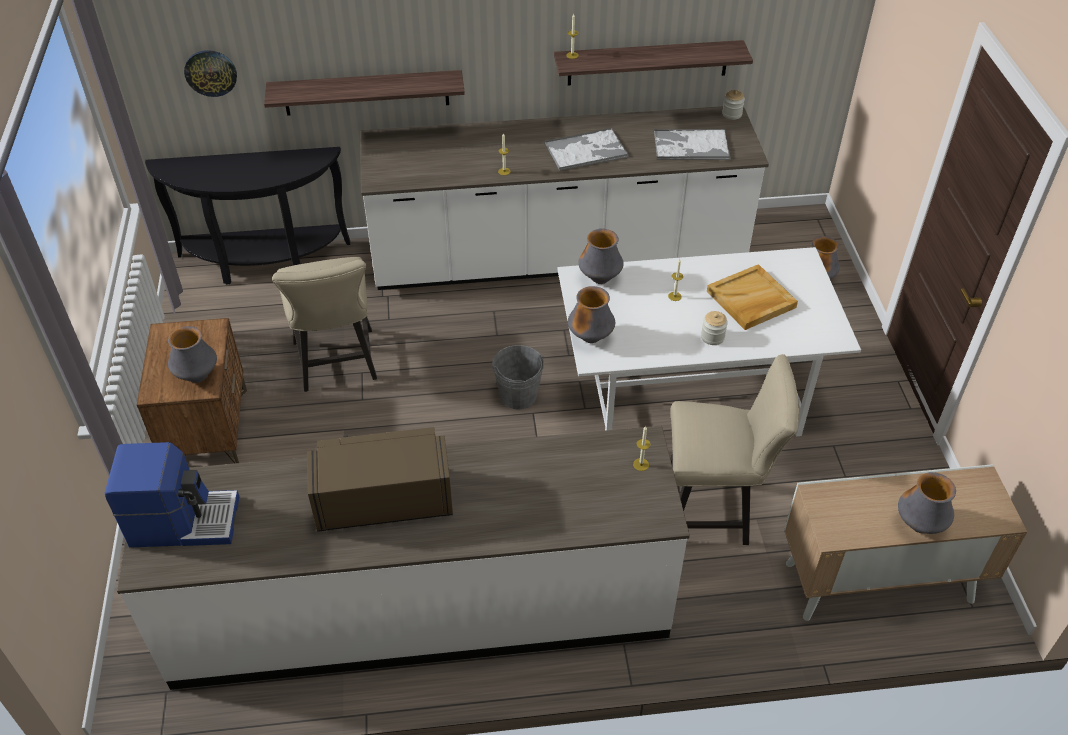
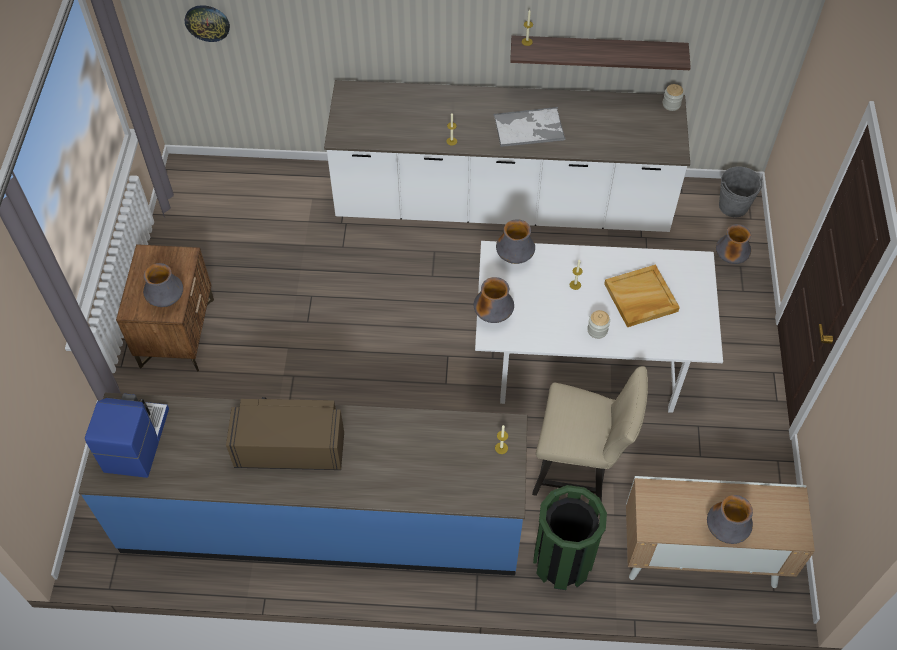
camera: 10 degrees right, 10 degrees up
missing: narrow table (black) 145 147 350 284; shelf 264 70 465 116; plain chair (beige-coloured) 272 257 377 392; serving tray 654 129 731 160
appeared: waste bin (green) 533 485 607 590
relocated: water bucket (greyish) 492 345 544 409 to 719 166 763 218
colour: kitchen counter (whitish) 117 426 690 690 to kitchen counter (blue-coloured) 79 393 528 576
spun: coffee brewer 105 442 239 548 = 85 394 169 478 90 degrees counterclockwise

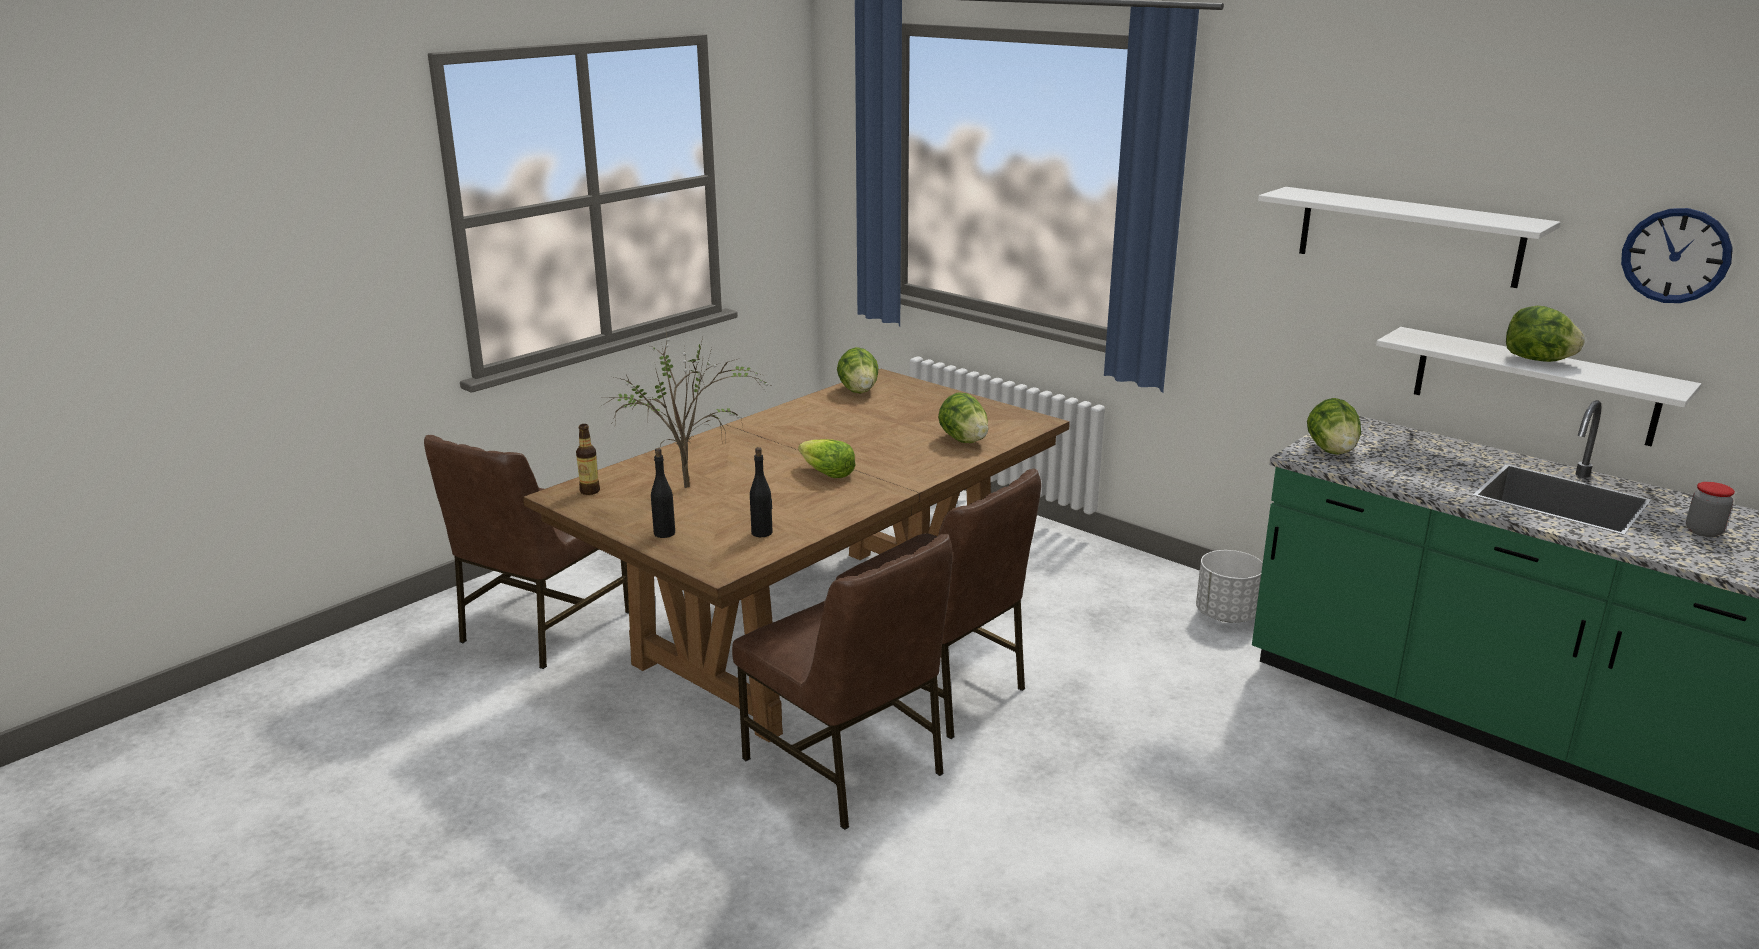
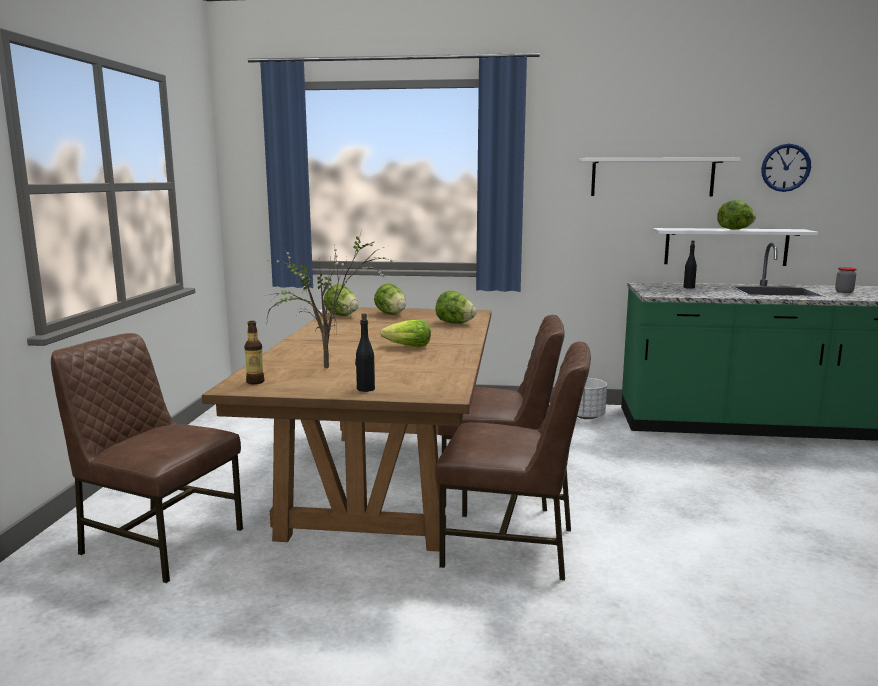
camera: 35 degrees left, 10 degrees down
relocated: head of lettuce 1307 398 1361 455 to 374 283 406 315; beverage bottle (black) 750 447 772 537 to 683 240 697 289
spun: plain chair (brown) 424 435 629 669 = 51 333 243 583 120 degrees clockwise

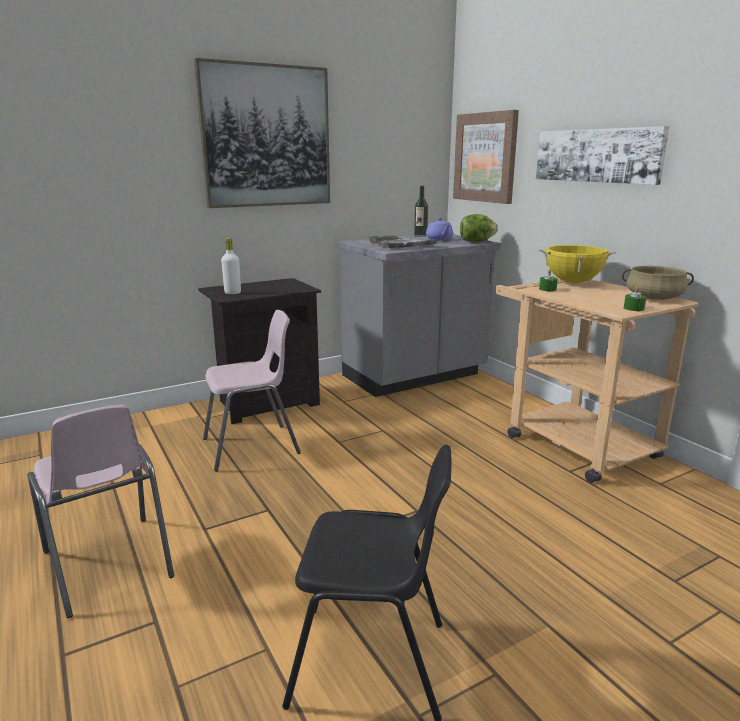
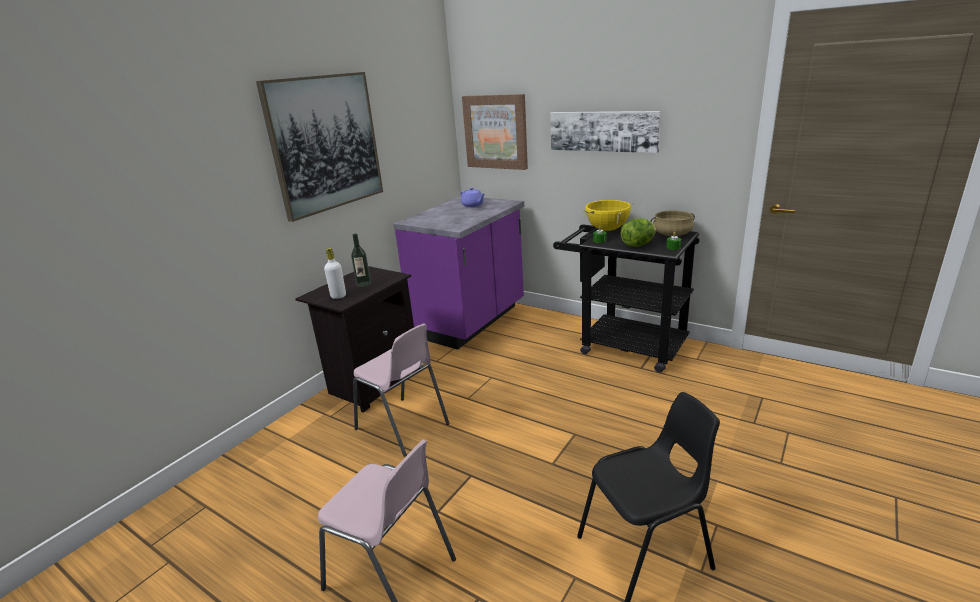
camera: 25 degrees left, 5 degrees up
missing: serving tray (greyish) 368 235 440 248
relocated: beverage bottle 414 186 428 237 to 351 233 371 287; head of lettuce 460 214 498 242 to 621 218 656 247
colour: kitchen counter (greyish) 338 234 501 397 to kitchen counter (purplish) 393 197 524 349; trolley (beige-coloured) 495 277 698 483 to trolley (black) 553 224 700 373
spun: plain chair (pinkish) 203 310 301 472 = 353 324 450 457 90 degrees clockwise

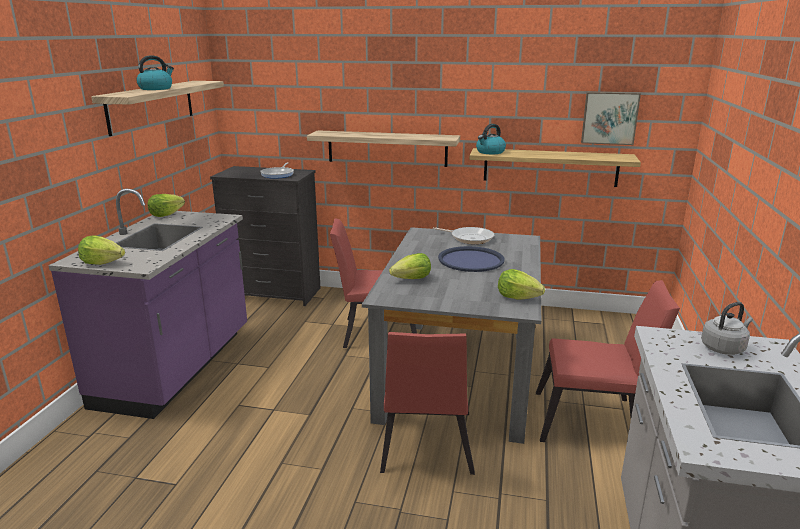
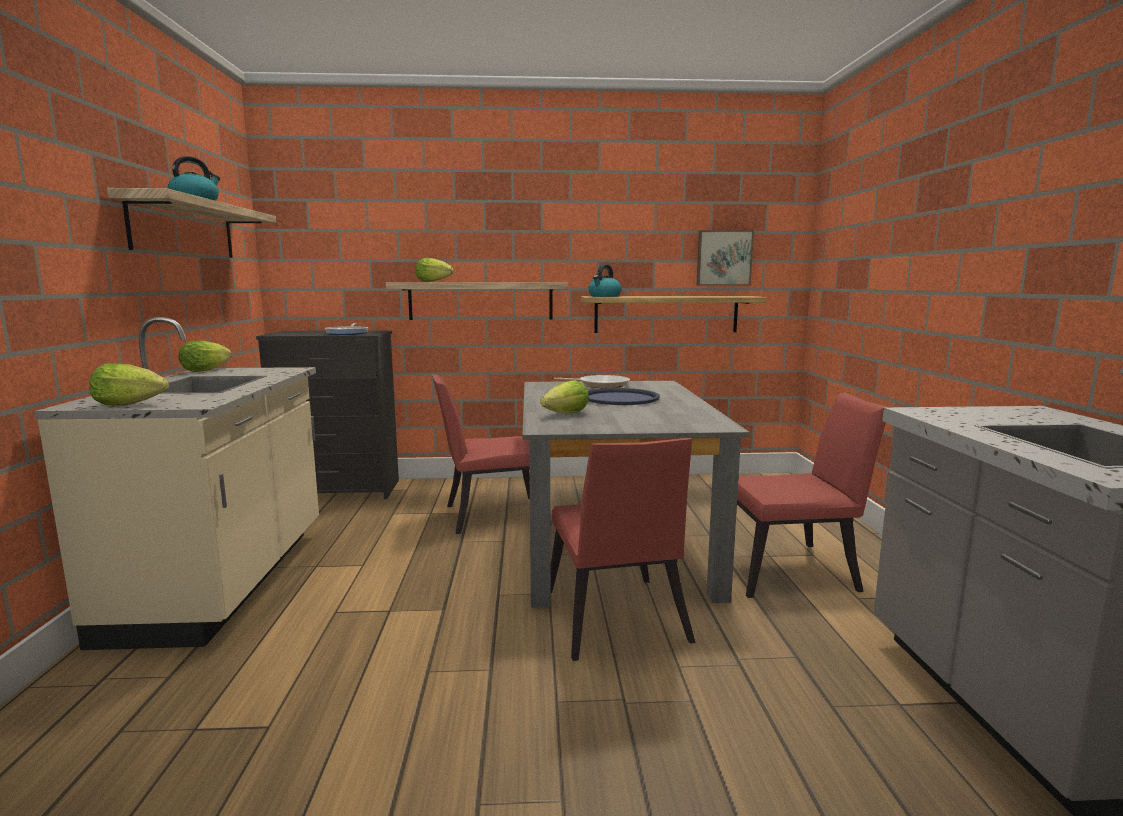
camera: 15 degrees left, 10 degrees down
missing: tea kettle (greyish) 701 302 753 355
relocated: head of lettuce 498 269 545 300 to 416 258 454 282
colour: kitchen counter (purplish) 48 189 247 419 to kitchen counter (beige-coloured) 34 317 319 650

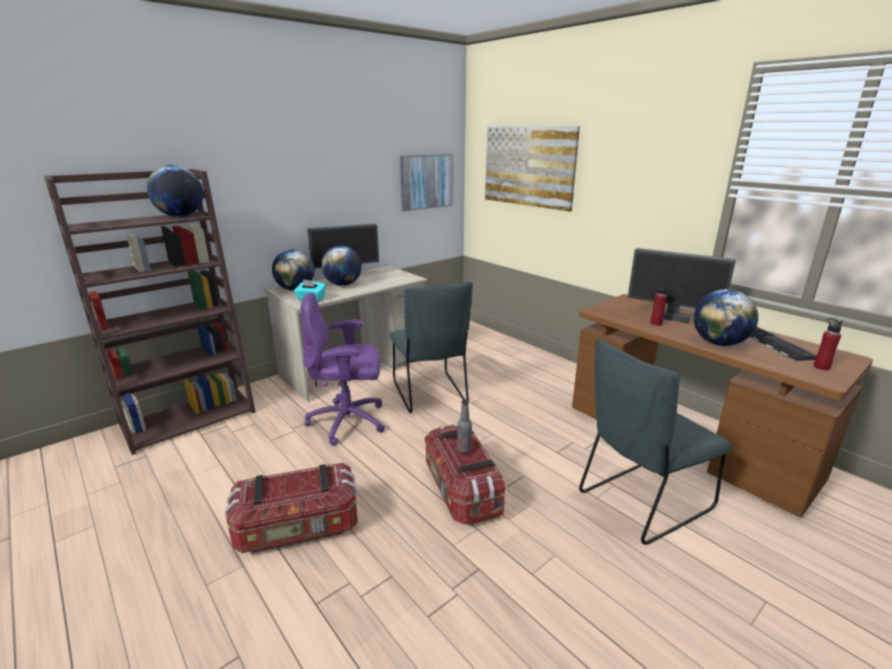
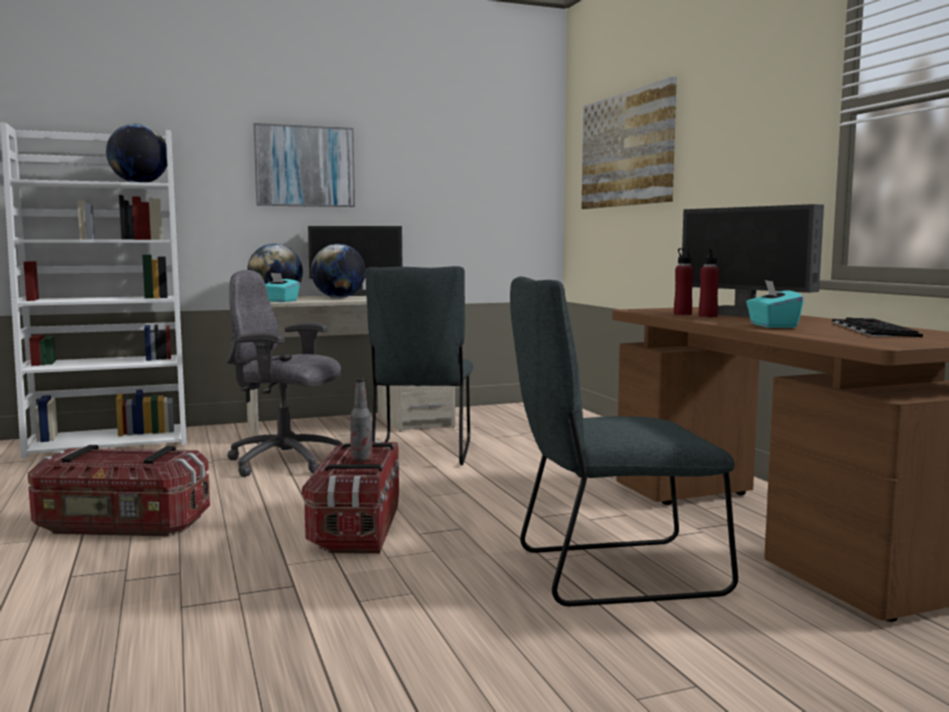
camera: 20 degrees right, 15 degrees down
relocated: wall art 400 154 453 211 to 254 123 355 207; beverage bottle (reddish) 813 318 843 370 to 674 248 694 315
exchanged: world globe 694 289 758 346 to tissue box (turquoise-coloured) 746 280 804 328
colour: bookcase (brown) 44 169 256 455 to bookcase (whitish) 0 123 187 458; office chair (purplish) 301 292 385 446 to office chair (greyish) 227 270 342 477

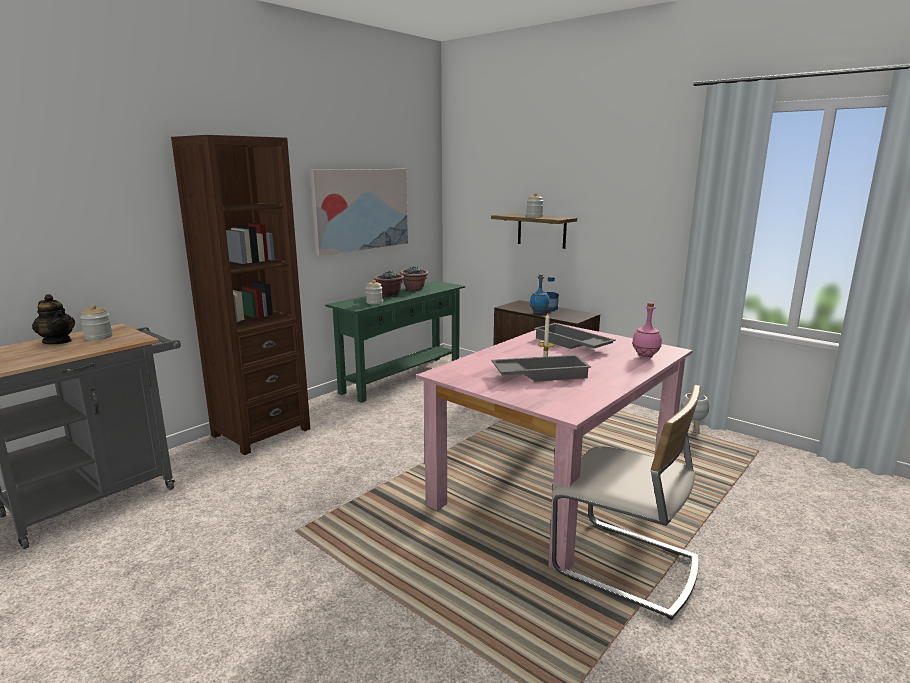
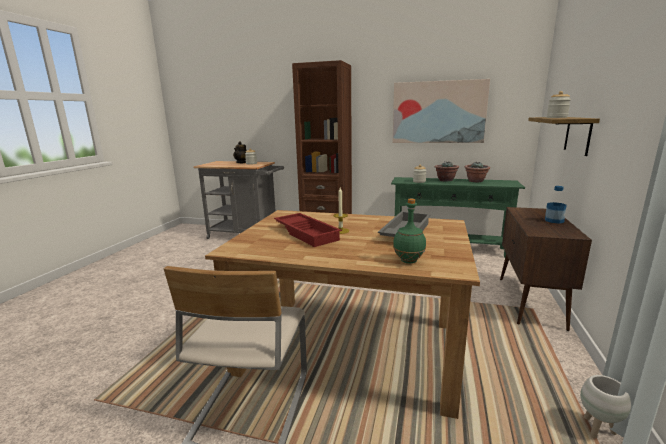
camera: 65 degrees right, 0 degrees up
missing: beverage bottle (blue-coloured) 530 274 550 314
colour: dining table (pinkish) 416 323 693 571 to dining table (brown) 205 210 480 419; serving tray (greyish) 491 355 591 382 to serving tray (reddish) 274 213 342 247; beverage bottle (pinkish) 632 302 662 359 to beverage bottle (green) 393 199 426 263

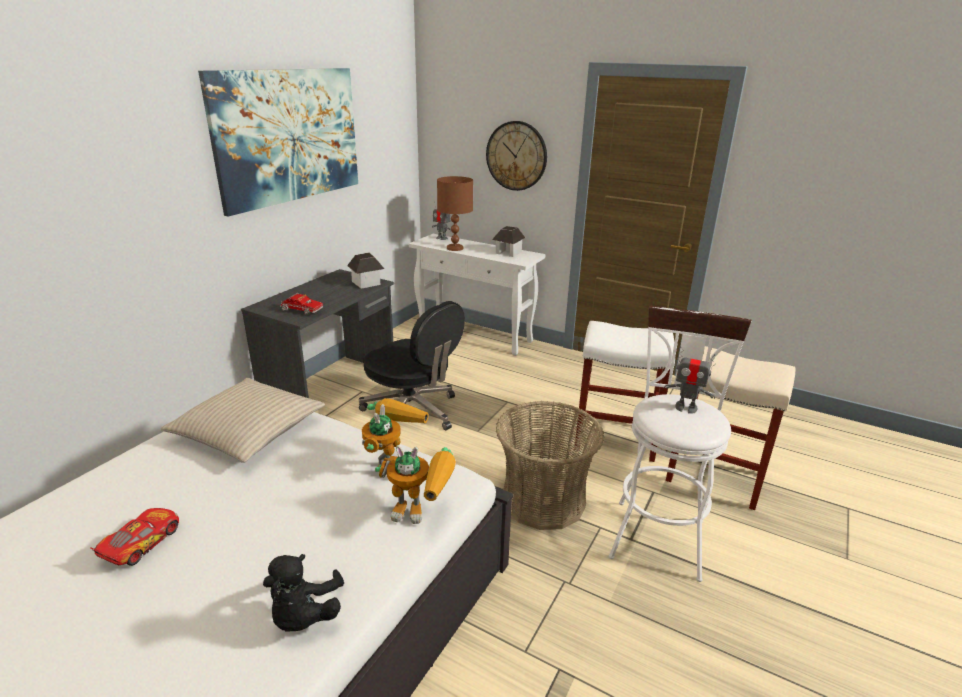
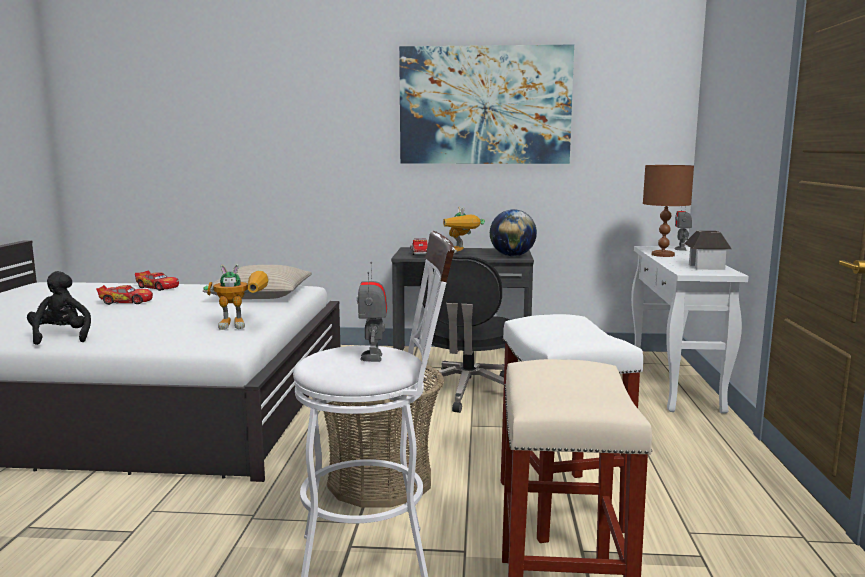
camera: 65 degrees right, 15 degrees down
missing: clock on the wall 486 121 547 191
appeared: miniature car 135 271 179 291
relocated: robot figure 375 445 456 524 to 443 207 485 254
exchanged: toy house 347 252 384 288 to world globe 490 209 537 256
spun: cuddly toy (black) 263 554 344 632 = 27 271 91 345 90 degrees clockwise

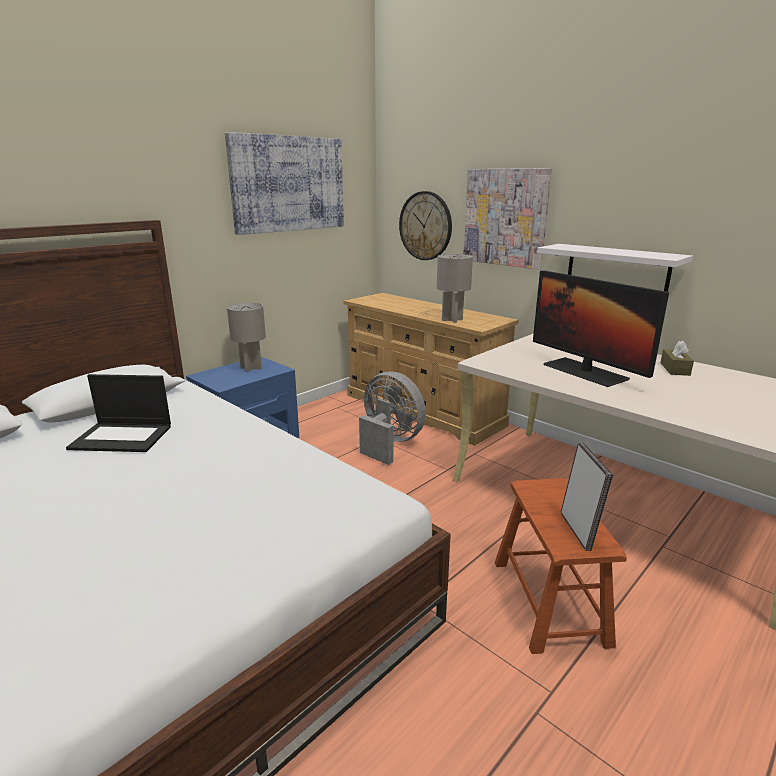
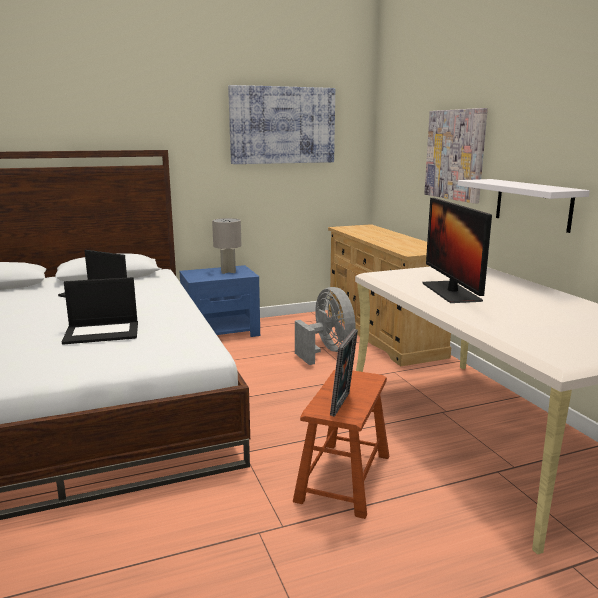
camera: 25 degrees right, 5 degrees down
missing: clock on the wall 399 191 452 260; table lamp (greyish) 437 254 473 323; tissue box (brown) 660 340 694 376
appeared: notebook computer 62 277 138 345

